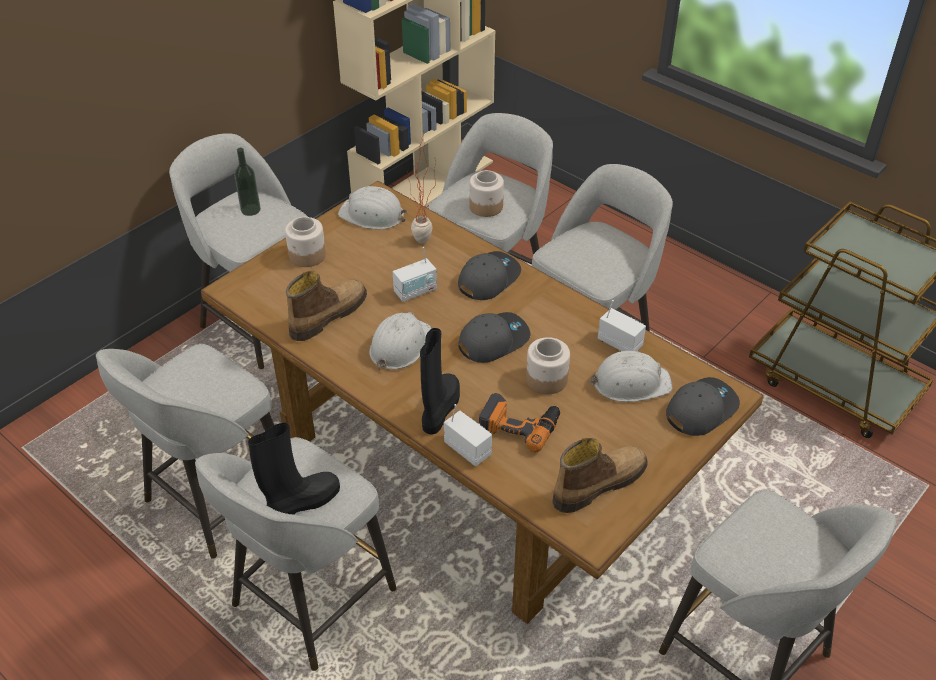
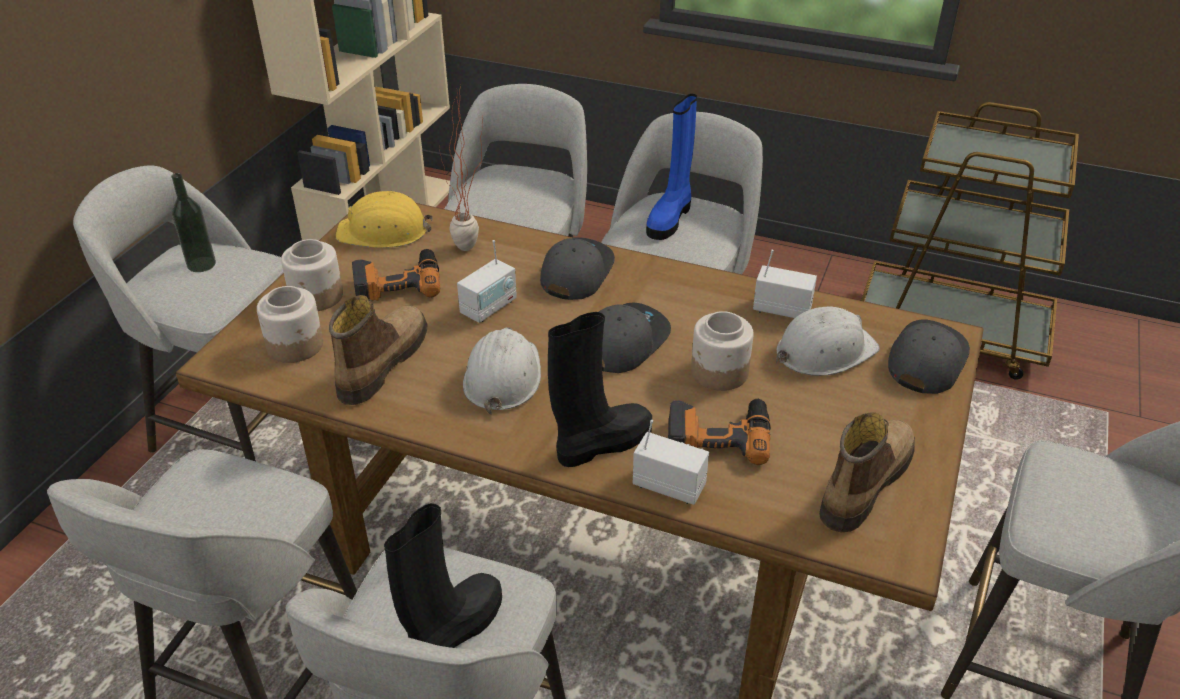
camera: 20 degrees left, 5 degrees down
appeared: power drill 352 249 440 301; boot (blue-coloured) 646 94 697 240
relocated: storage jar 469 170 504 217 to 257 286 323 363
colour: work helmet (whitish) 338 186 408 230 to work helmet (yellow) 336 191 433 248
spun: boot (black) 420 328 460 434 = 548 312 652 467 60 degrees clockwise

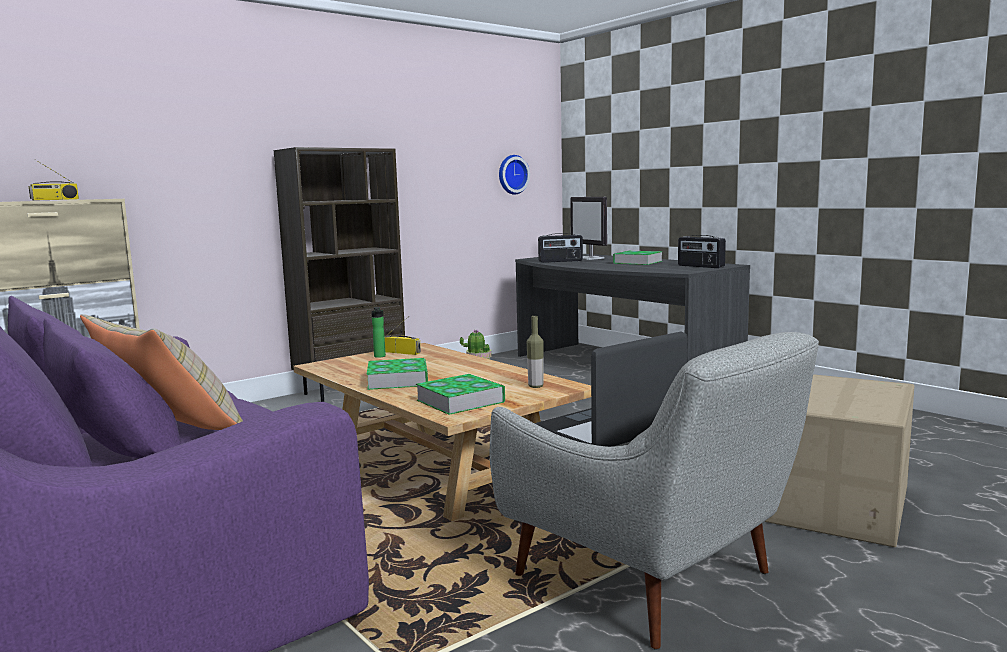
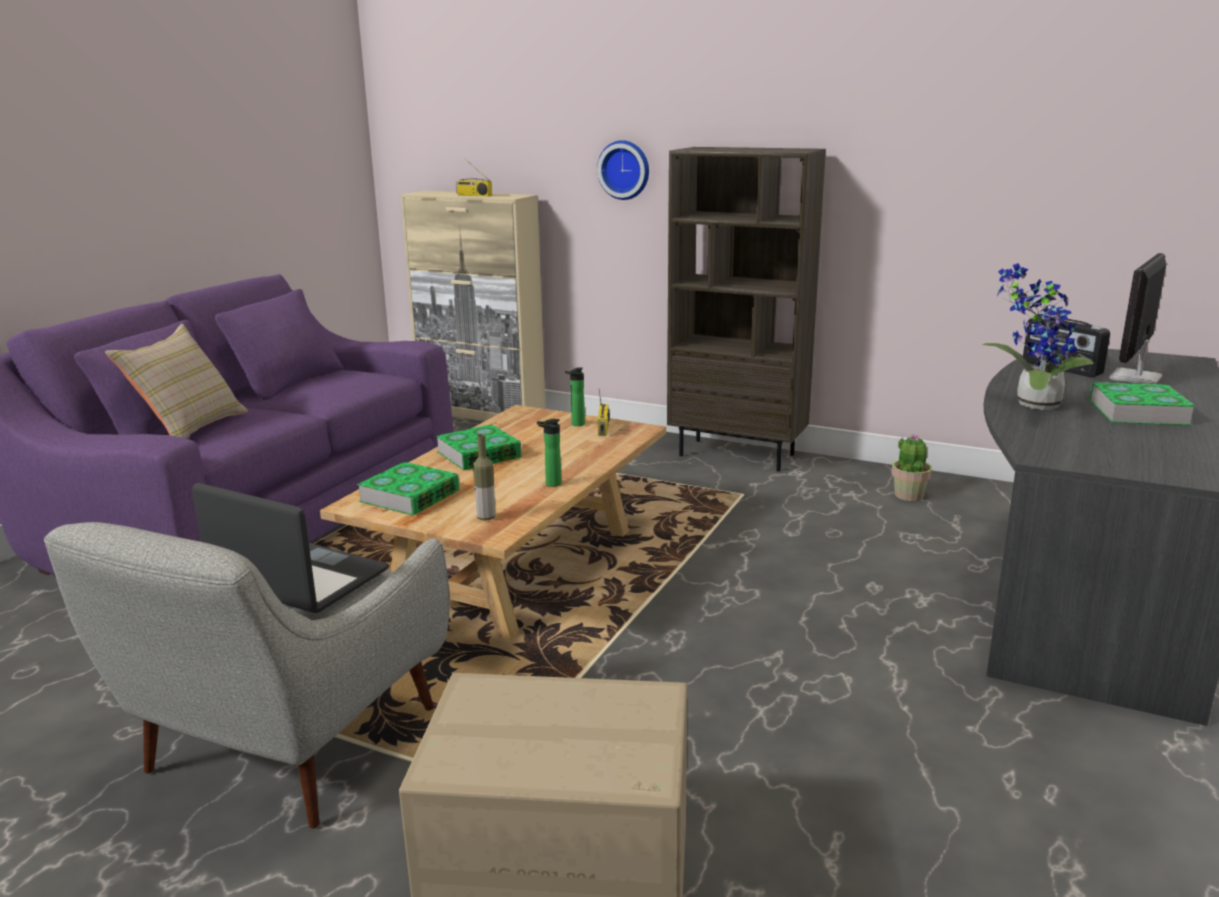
camera: 65 degrees right, 10 degrees up
missing: radio receiver 678 235 726 268
appeared: beverage bottle 537 419 562 487; potted plant 982 263 1093 410
relocated: clock on the wall 499 155 530 195 to 597 140 649 200

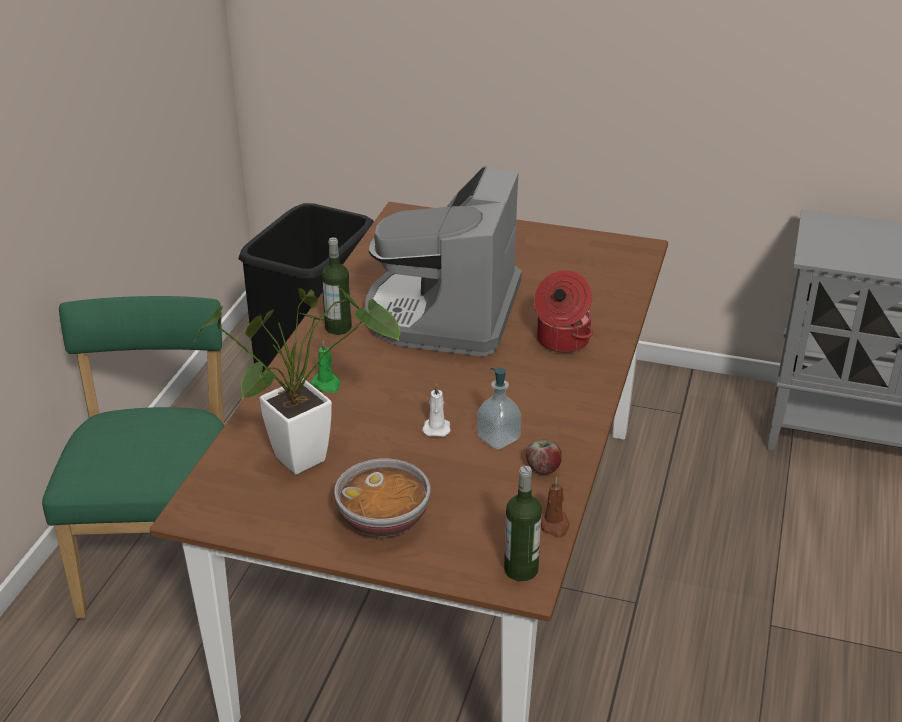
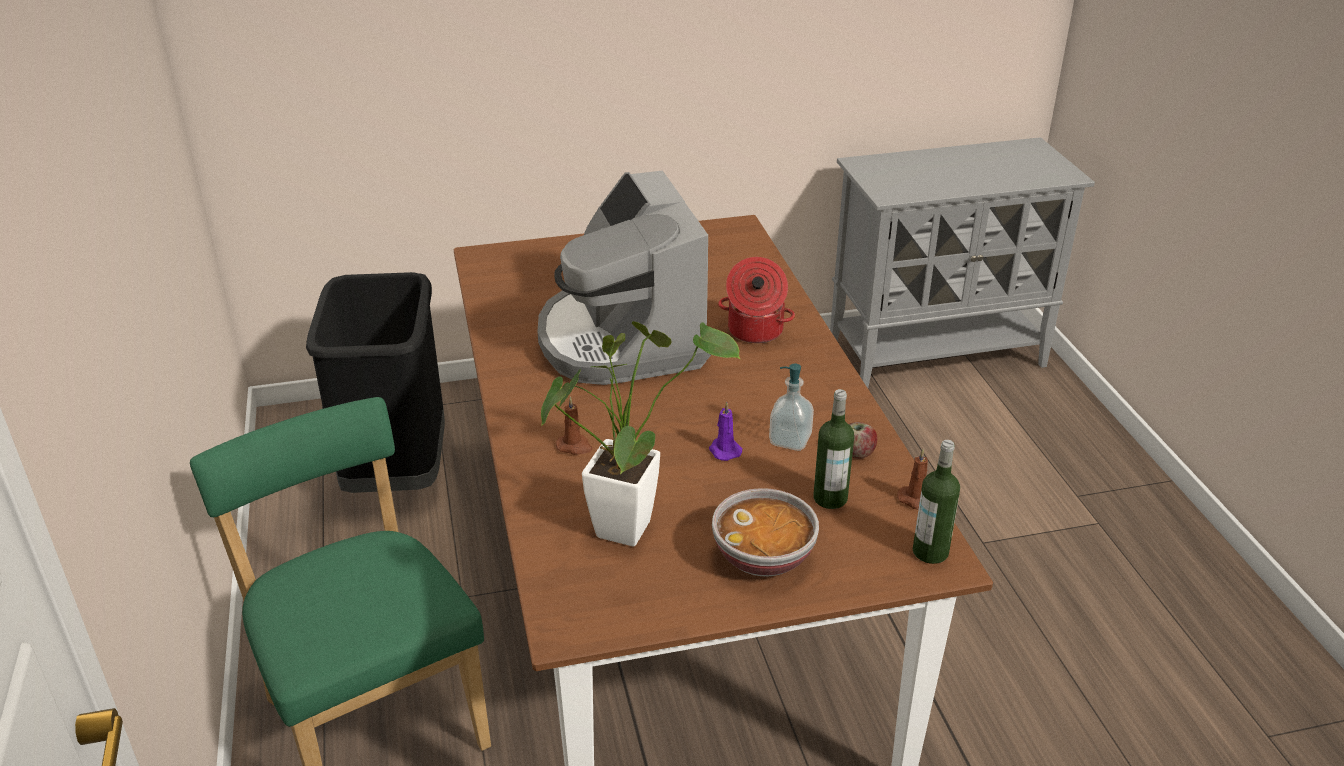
camera: 30 degrees left, 0 degrees up
relocated: beverage bottle 322 237 352 335 to 813 389 854 509
colour: wax candle (green) 311 340 340 393 to wax candle (brown) 556 396 593 455; wax candle (whitish) 422 383 451 437 to wax candle (purplish) 709 402 743 461

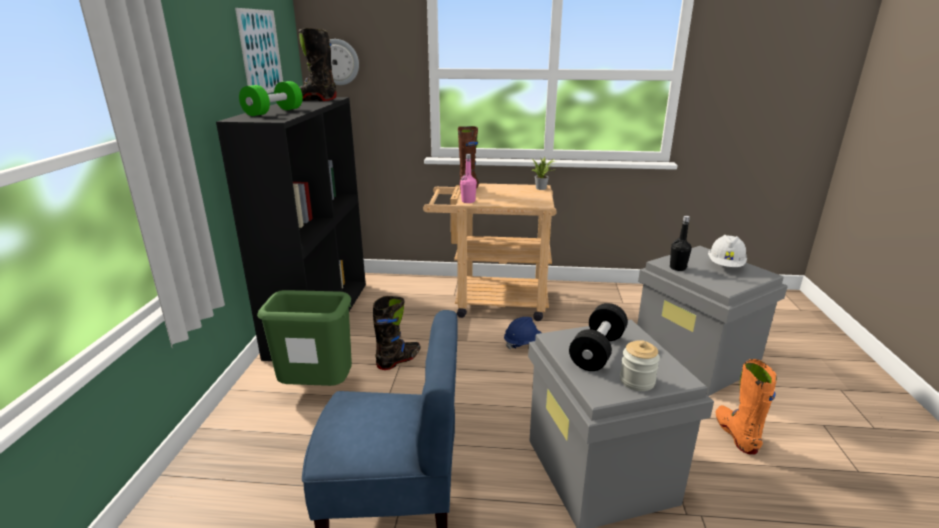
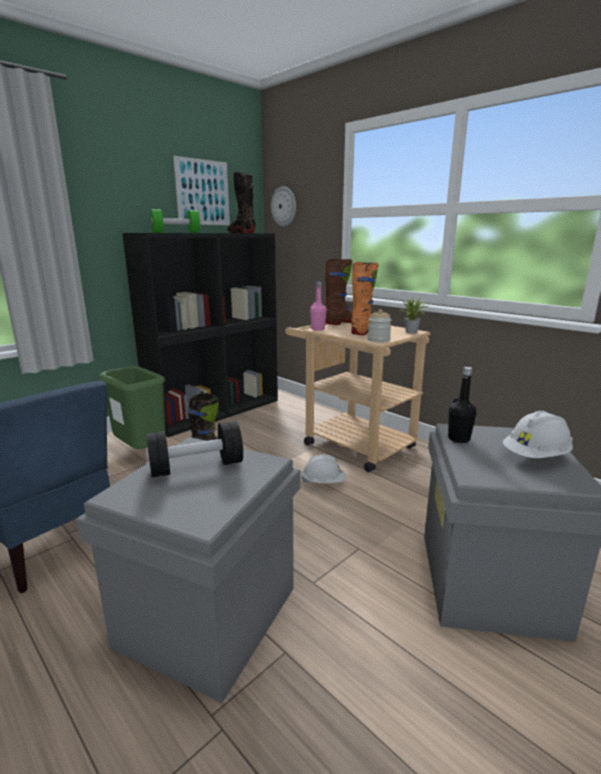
camera: 40 degrees right, 5 degrees down
relocated: boot (orangey) 716 359 777 455 to 351 262 379 335; storage jar 620 340 660 391 to 368 309 392 342
colour: work helmet (blue-coloured) 504 317 541 349 to work helmet (whitish) 302 454 346 483

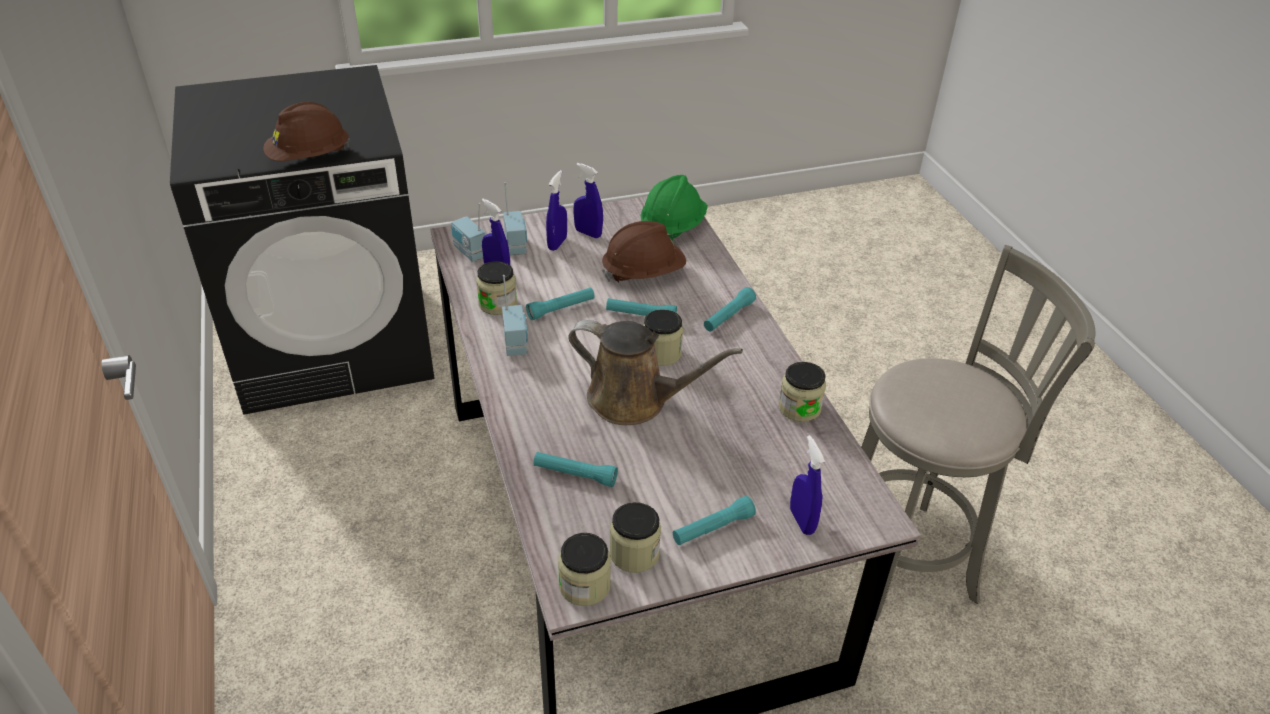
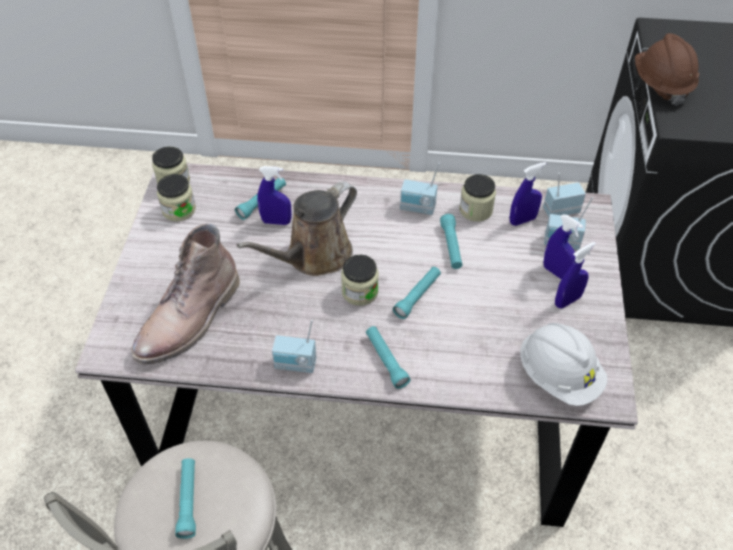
camera: 115 degrees right, 10 degrees up
missing: work helmet (brown) 602 221 686 282; storage jar 778 362 826 422
appeared: boot (brown) 131 224 240 365; radio receiver 272 320 316 373
relocated: torch (turquoise-coloured) 673 496 756 545 to 175 458 196 539; spray bottle (blue-coloured) 790 435 825 535 to 257 166 292 225
colour: work helmet (green) 640 175 708 241 to work helmet (whitish) 520 323 607 406

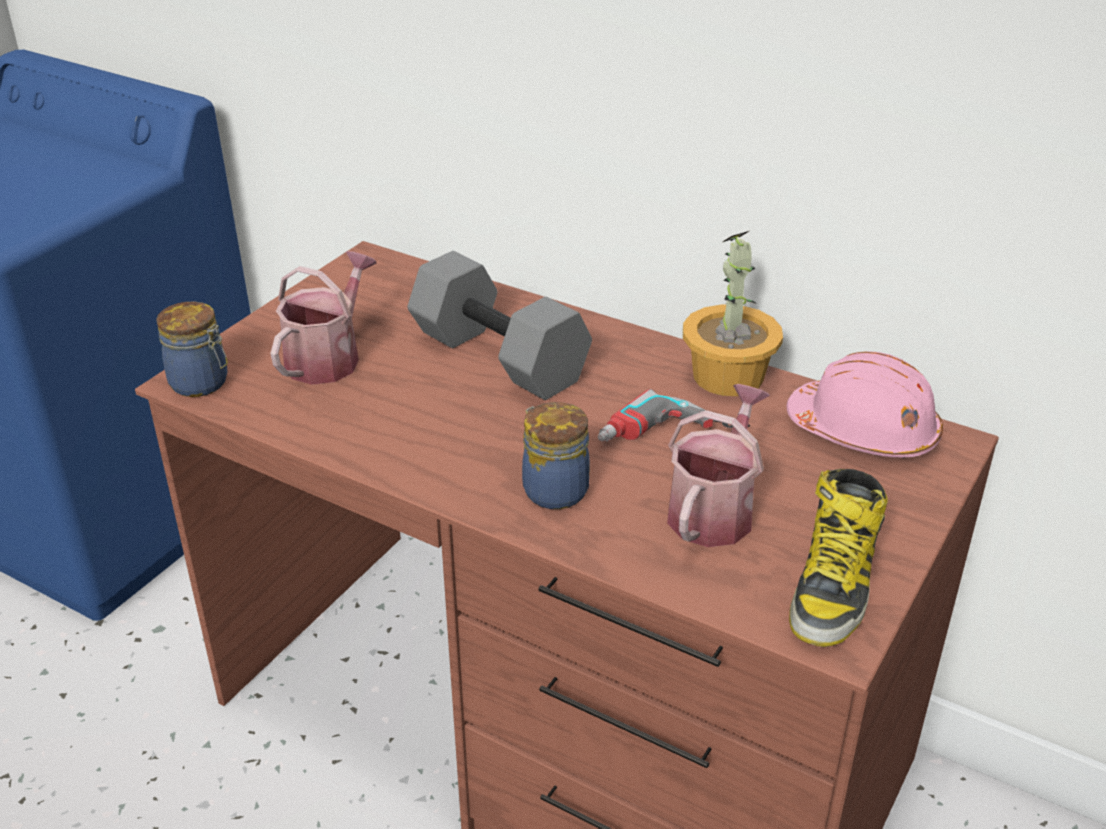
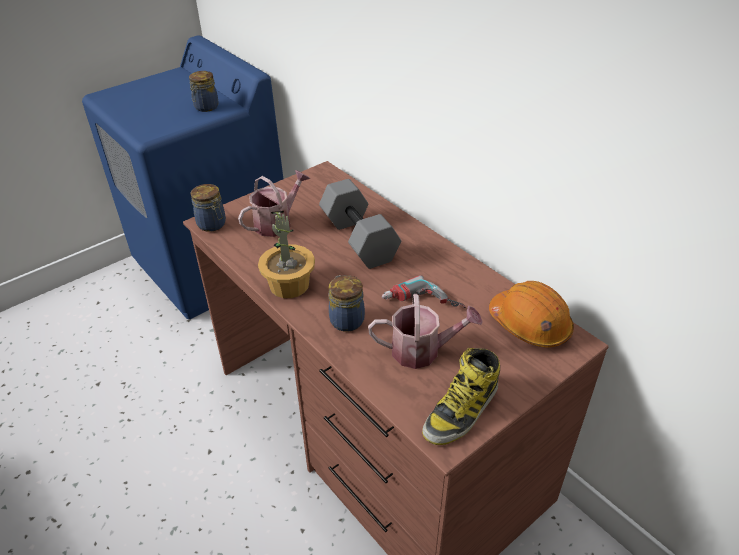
camera: 20 degrees right, 5 degrees up
appeared: storage jar 189 71 219 112
relocated: potted plant 683 231 783 396 to 258 211 315 298
colour: work helmet (pinkish) 787 351 943 458 to work helmet (orangey) 489 281 574 348
spun: sprinkling can 667 384 770 547 = 368 294 483 369 45 degrees clockwise

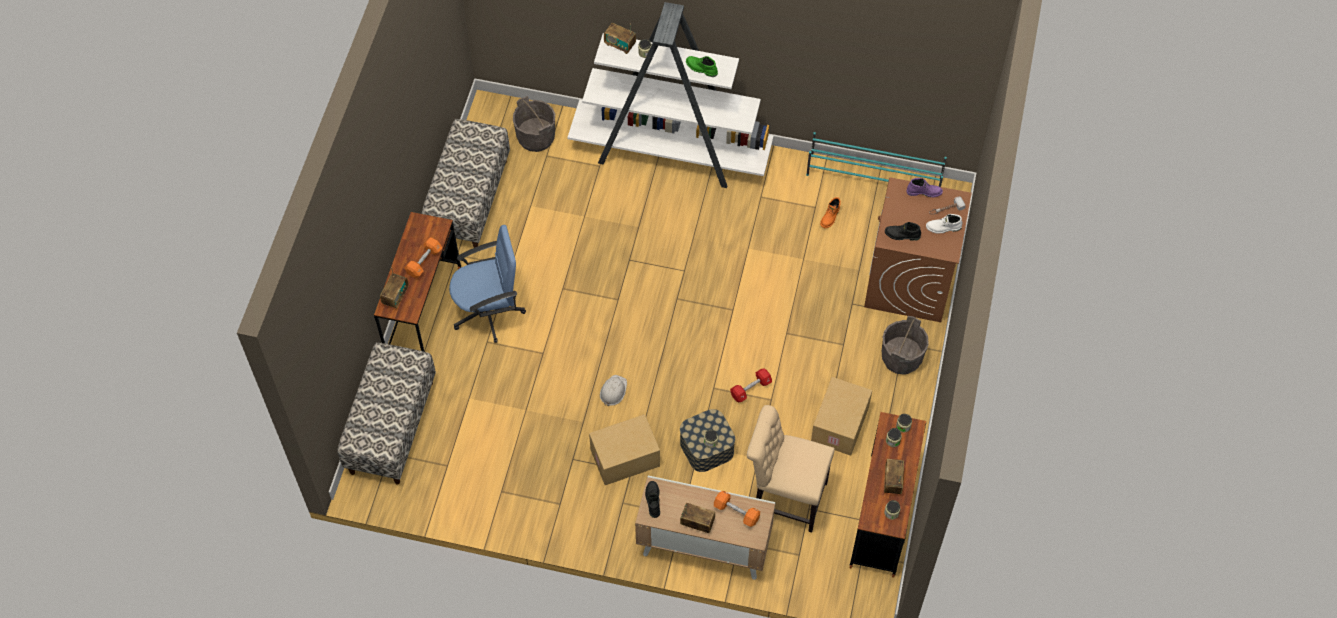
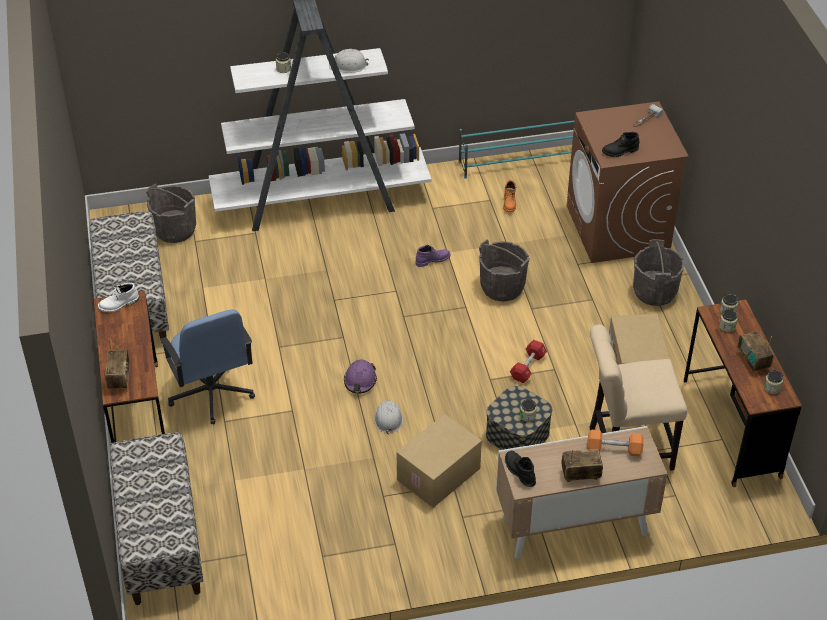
camera: 25 degrees left, 15 degrees down
missing: free weight (orangey) 404 237 442 278; radio receiver 604 23 636 54
appeared: work helmet (purplish) 344 360 377 394; water bucket (greyish) 479 239 530 301
relocated: boot (whitish) 926 214 962 234 to 98 283 139 312; boot (purplish) 906 178 943 198 to 415 245 451 267
exchanged: boot (green) 686 56 718 77 to work helmet (whitish) 329 49 369 73
spun: office chair (blue-coloured) 449 225 526 343 = 160 309 255 425 105 degrees clockwise

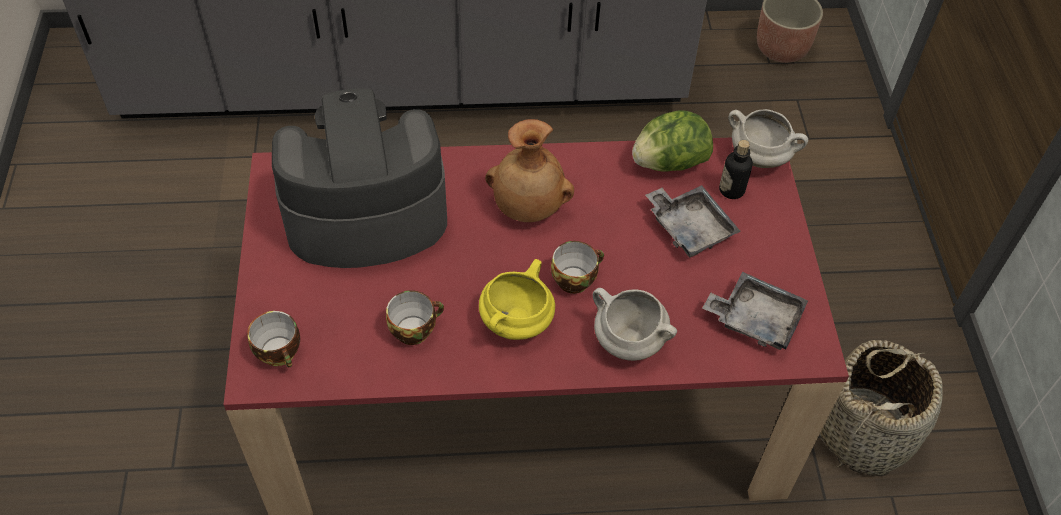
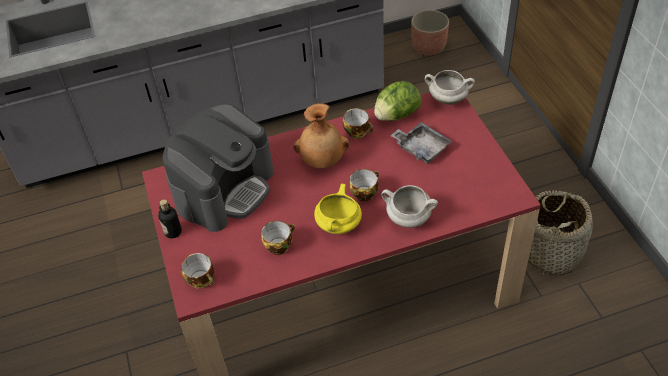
camera: 10 degrees left, 5 degrees down
missing: serving tray (greyish) 703 272 808 350
appeared: small cup 343 108 374 139
relocated: beverage bottle 719 140 753 199 to 158 199 182 238
spun: coffee brewer 272 88 447 268 = 162 103 274 232 150 degrees clockwise

